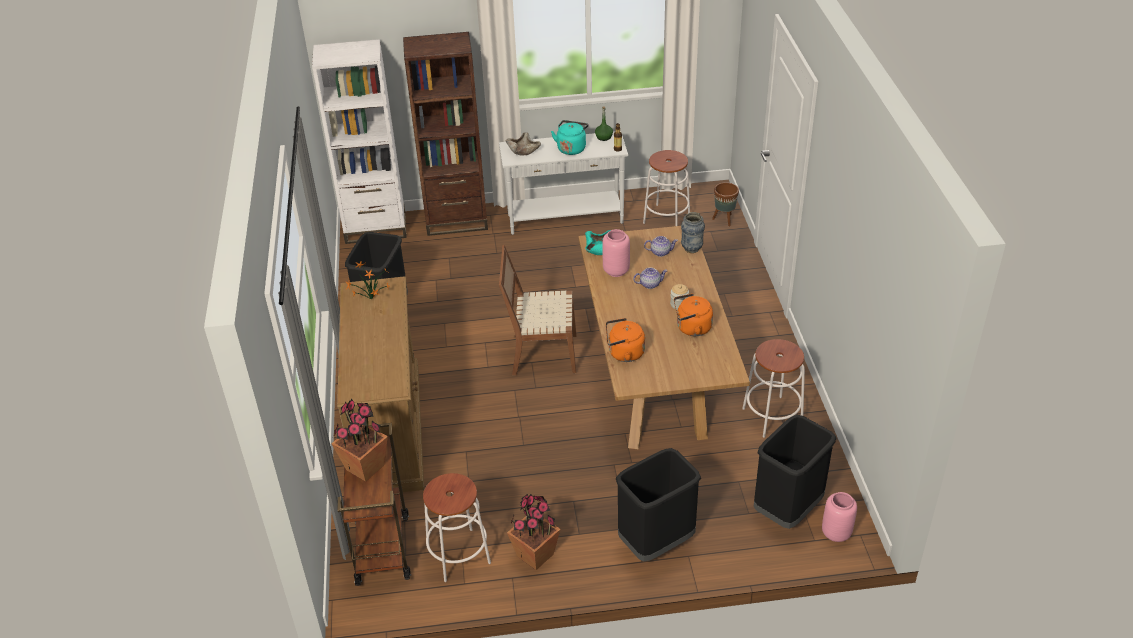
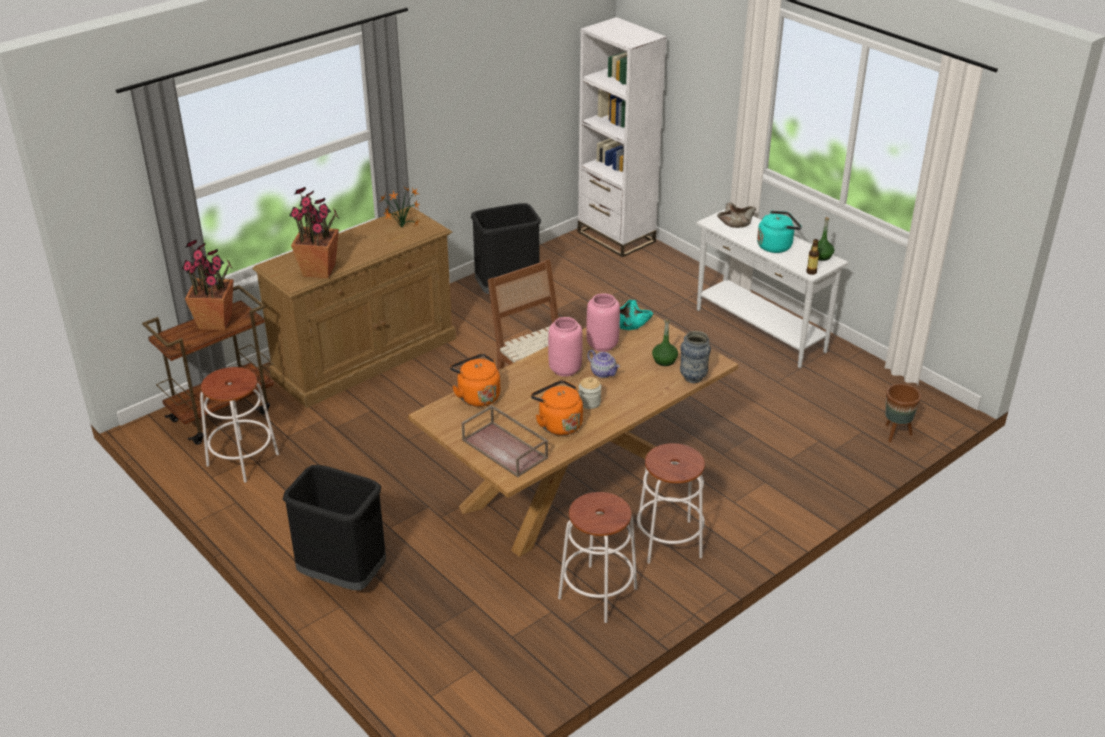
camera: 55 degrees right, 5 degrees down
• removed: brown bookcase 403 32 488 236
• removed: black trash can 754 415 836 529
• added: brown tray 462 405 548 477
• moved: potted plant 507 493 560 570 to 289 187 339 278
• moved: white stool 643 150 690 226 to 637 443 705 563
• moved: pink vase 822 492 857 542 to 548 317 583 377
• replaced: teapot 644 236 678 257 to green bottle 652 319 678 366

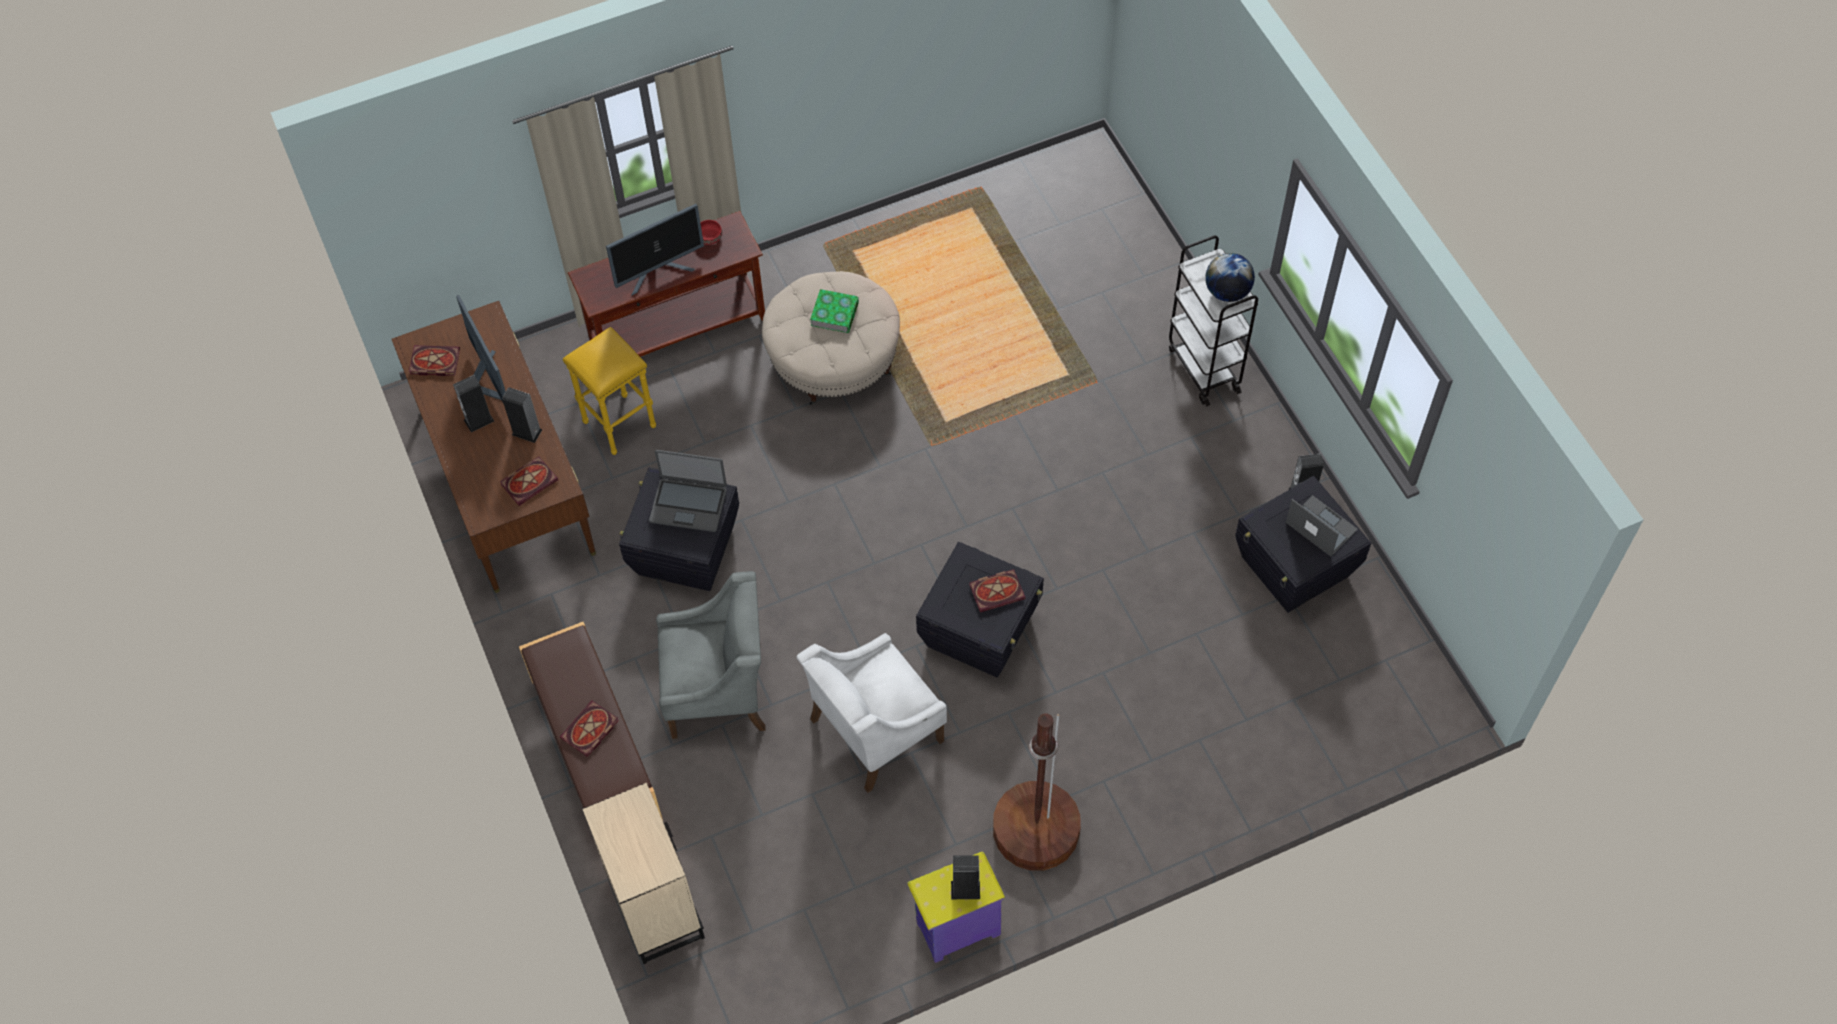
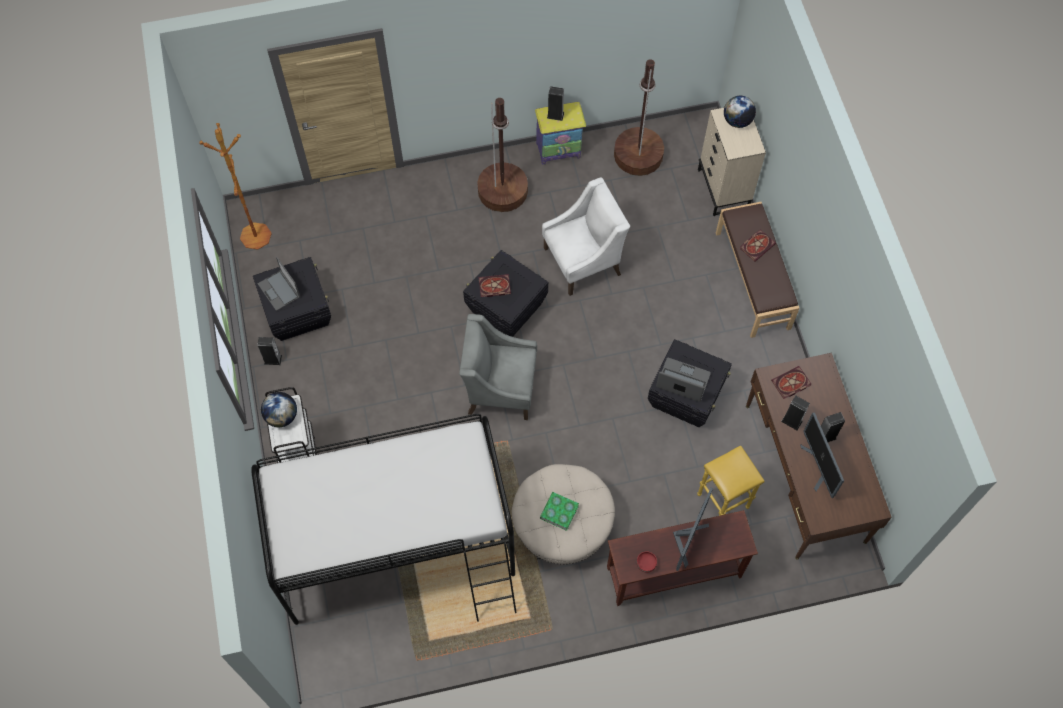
camera: 170 degrees left, 5 degrees up
• removed: book 409 345 460 376
• added: orange clothes rack 199 123 272 250
• added: black bed 251 414 517 625
• added: brown floor lamp 614 59 664 176
• added: globe 724 96 756 128
• moved: grey armchair 656 571 766 739 to 459 314 537 420
• turned: monitor 606 204 704 295 = 673 488 713 571 135 degrees clockwise

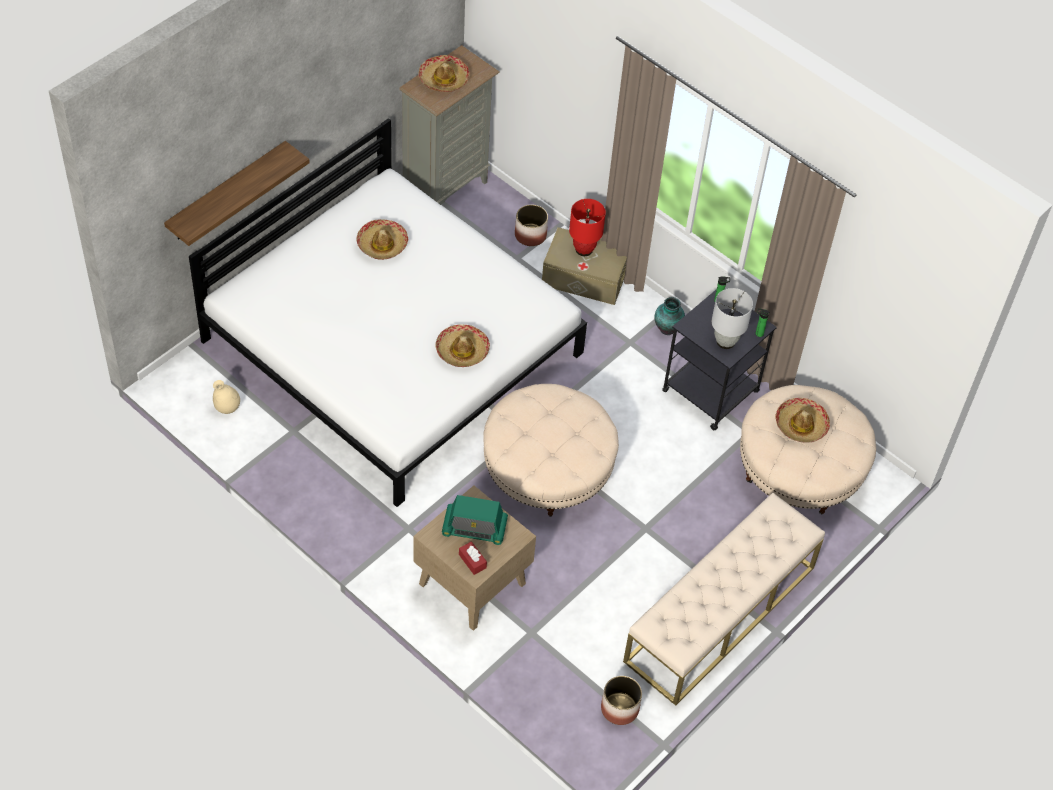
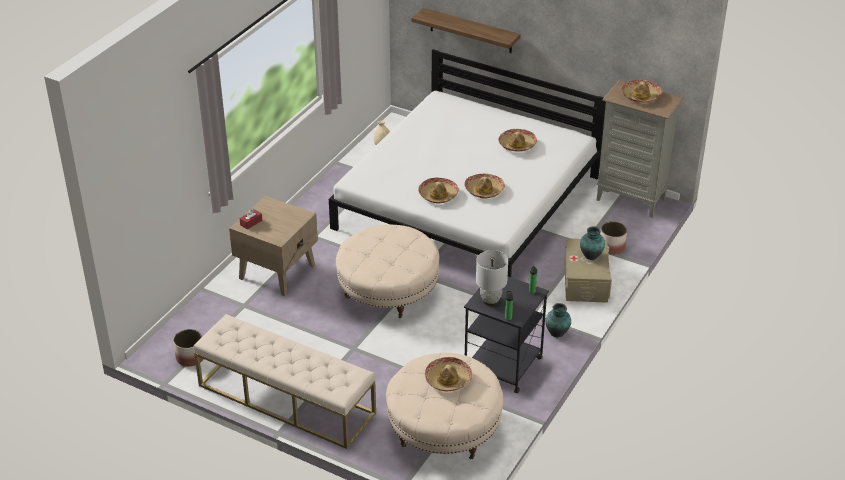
camera: 80 degrees right, 15 degrees down
• removed: radio 442 495 508 545
• added: hat 465 174 505 199
• replaced: red table lamp 569 199 606 256 to vase 580 226 605 260

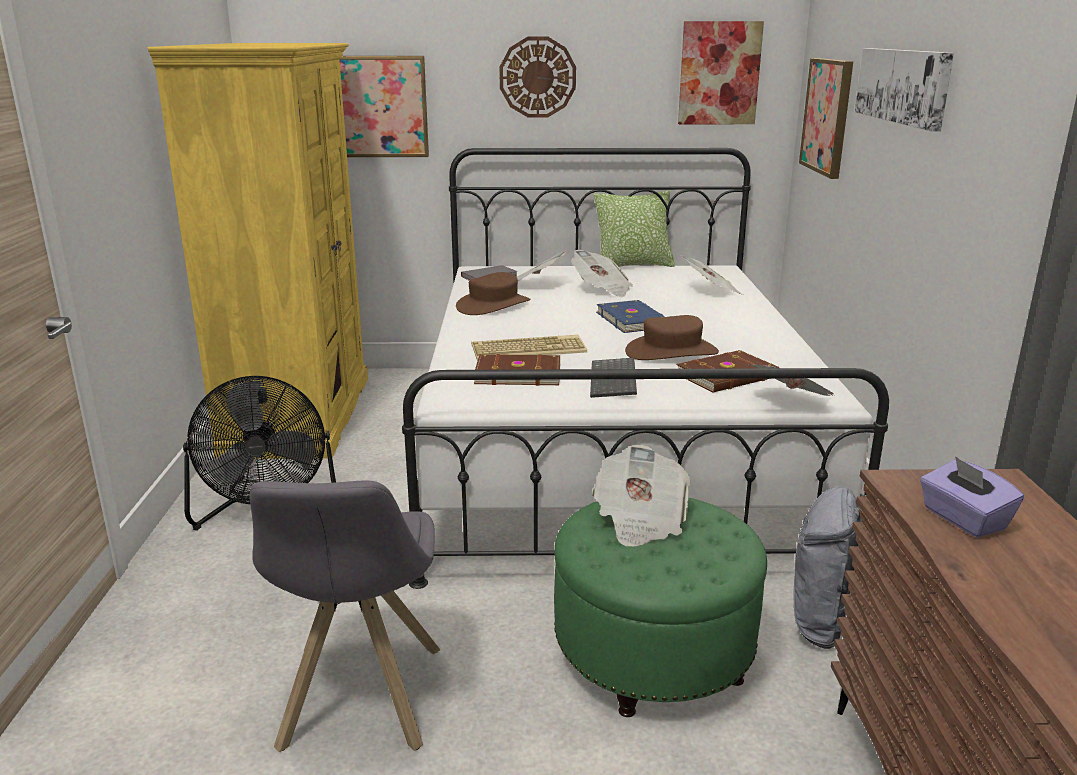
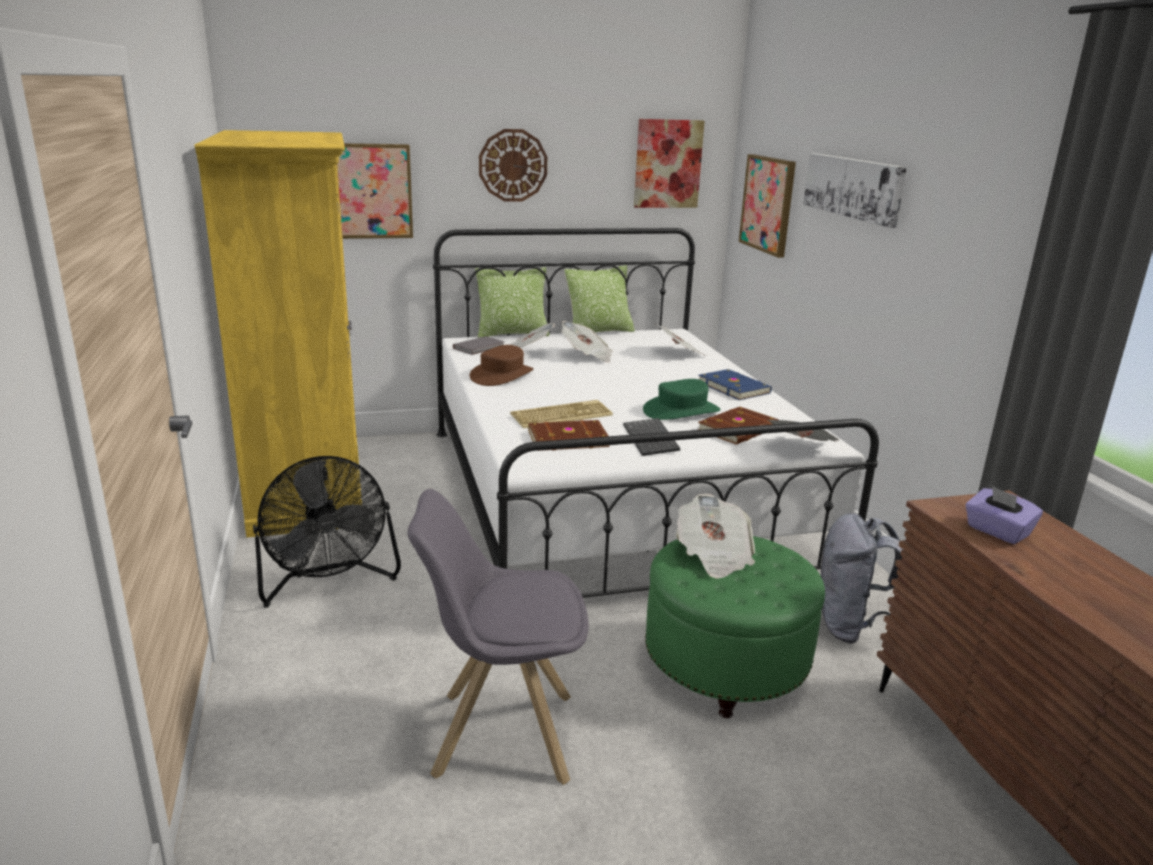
camera: 15 degrees left, 0 degrees up
• added: pillow 475 267 550 338
• moved: blue book 596 300 665 333 to 698 369 772 400
• recoloured: brown hat 625 315 719 360 to green hat 643 379 720 420
• turned: grey chair 250 481 440 752 = 408 489 589 785 105 degrees clockwise

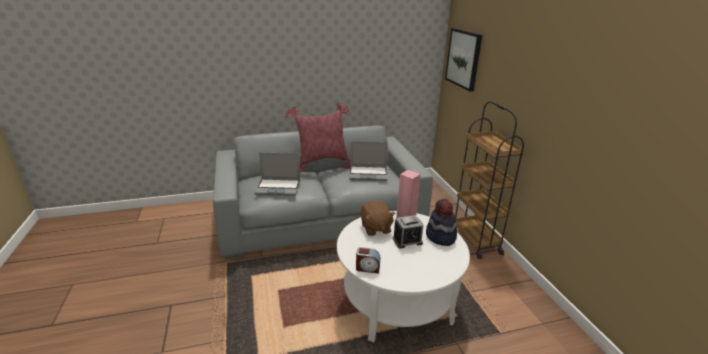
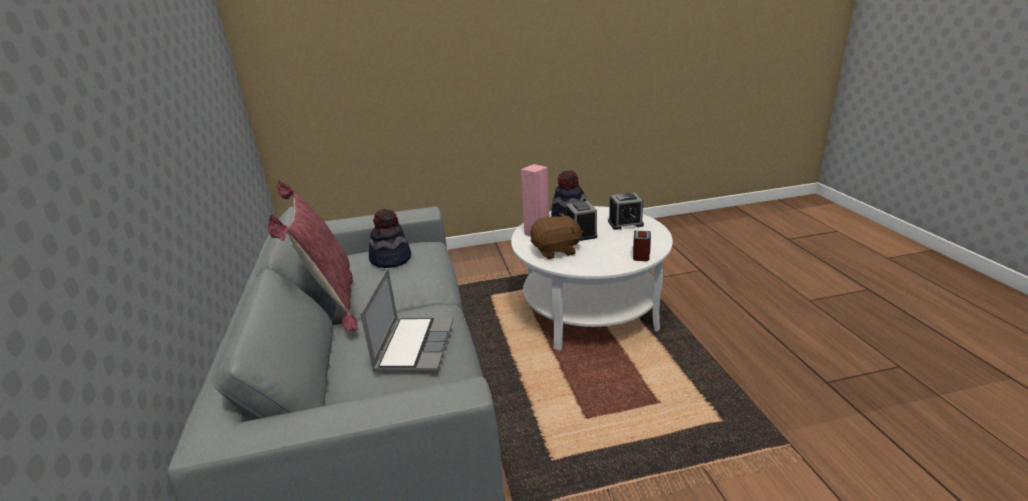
camera: 85 degrees left, 0 degrees up
• removed: picture 445 28 482 92
• removed: brown cart 455 101 525 259
• added: alarm clock 608 193 644 230
• replaced: laptop 349 141 388 181 to hat 369 209 411 268

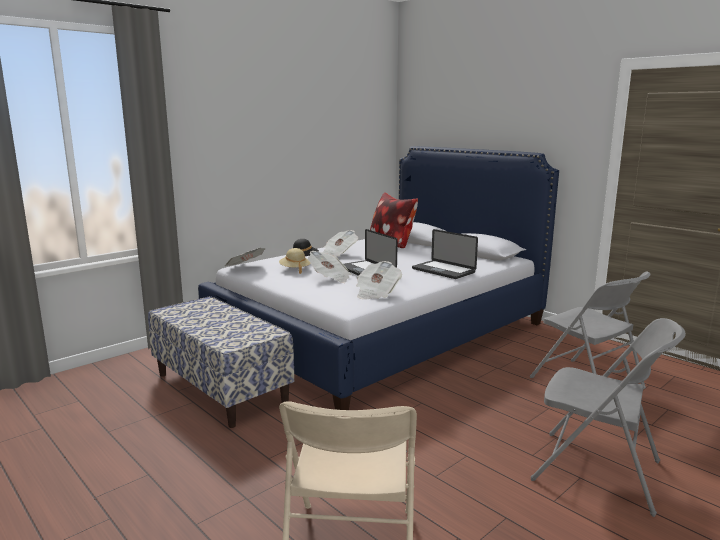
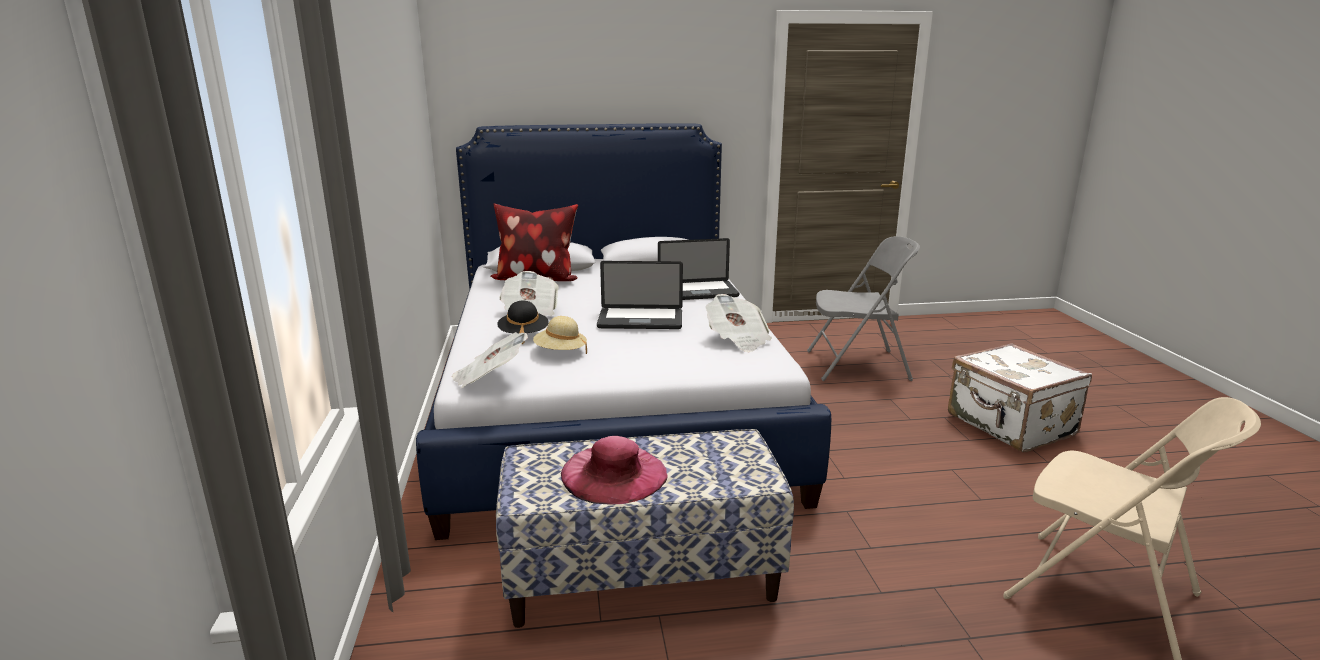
camera: 55 degrees left, 5 degrees up
• removed: newspaper 308 251 351 283
• added: pink hat 561 436 668 505
• replaced: grey chair 531 318 686 517 to white suitcase 948 343 1092 452

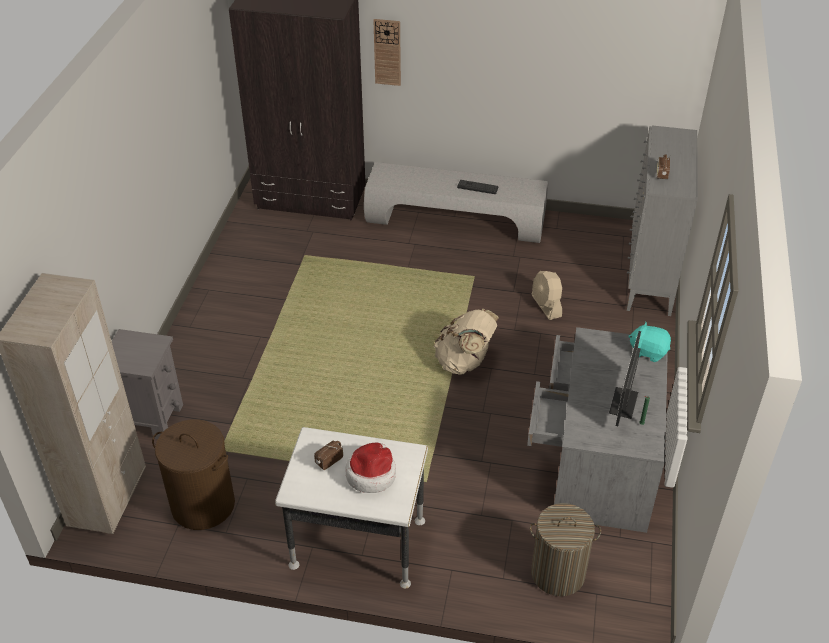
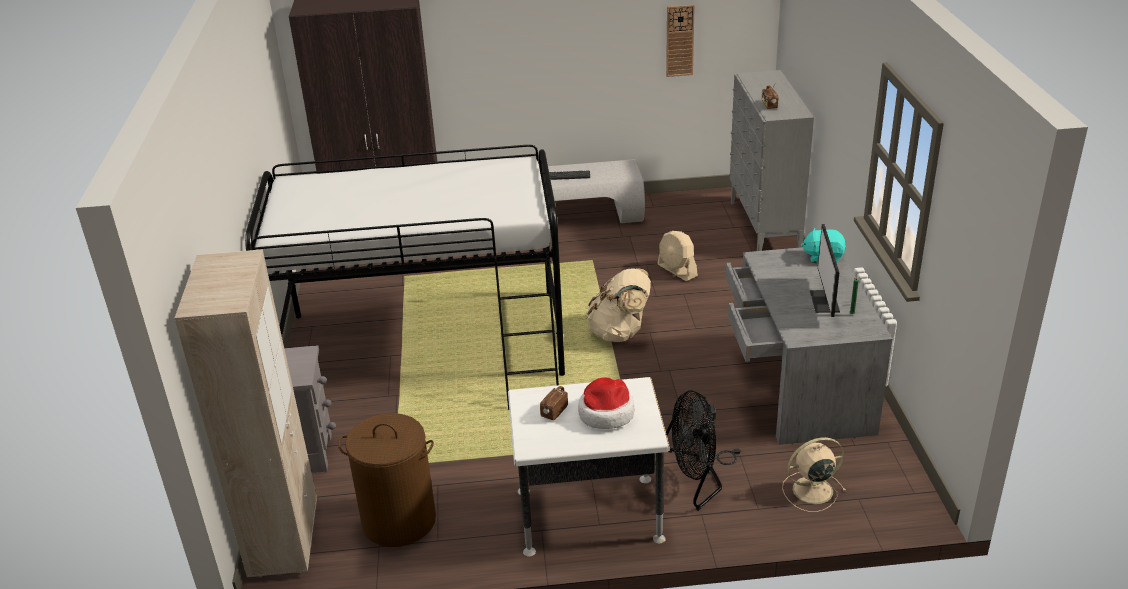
camera: 15 degrees left, 10 degrees down
• added: black bed 245 145 565 410
• added: black fan 666 390 741 511
• moved: wall clock 373 19 401 86 to 666 5 695 77
• replaced: laundry basket 530 503 601 596 to beige fan 782 437 846 512

